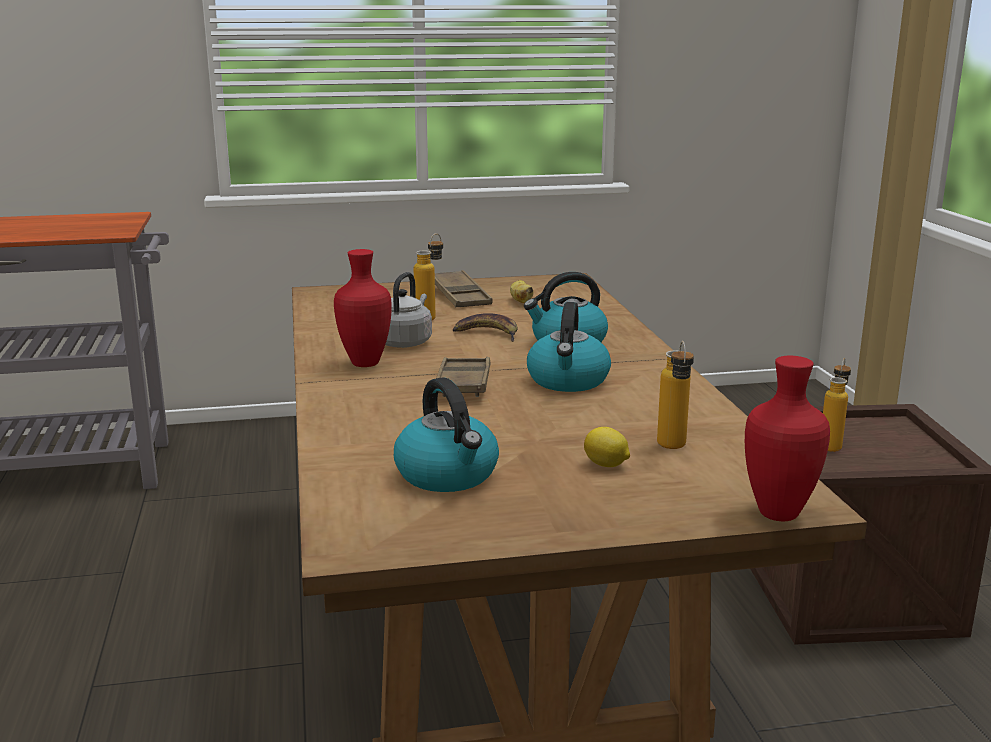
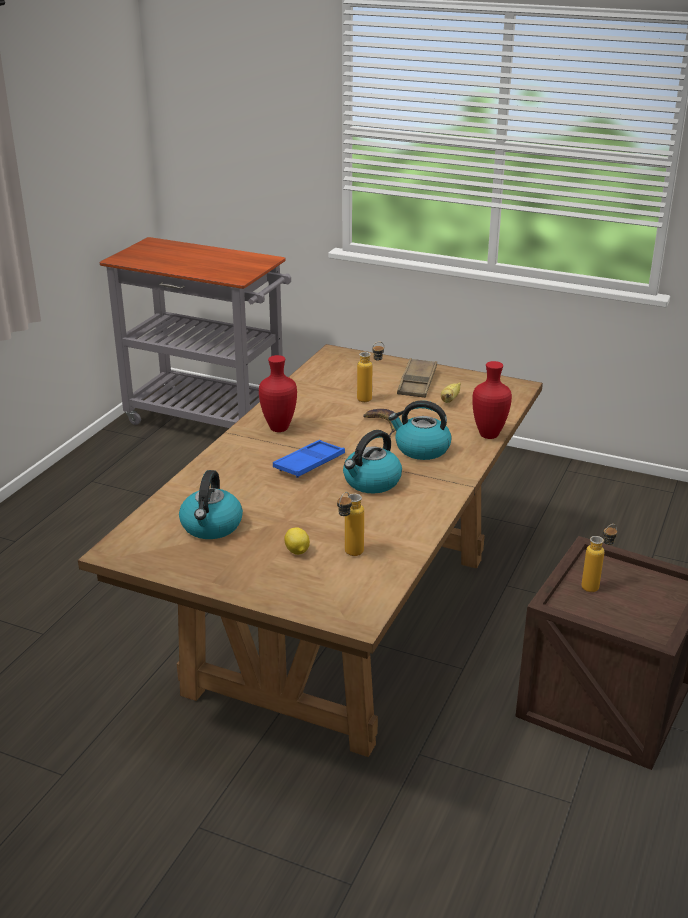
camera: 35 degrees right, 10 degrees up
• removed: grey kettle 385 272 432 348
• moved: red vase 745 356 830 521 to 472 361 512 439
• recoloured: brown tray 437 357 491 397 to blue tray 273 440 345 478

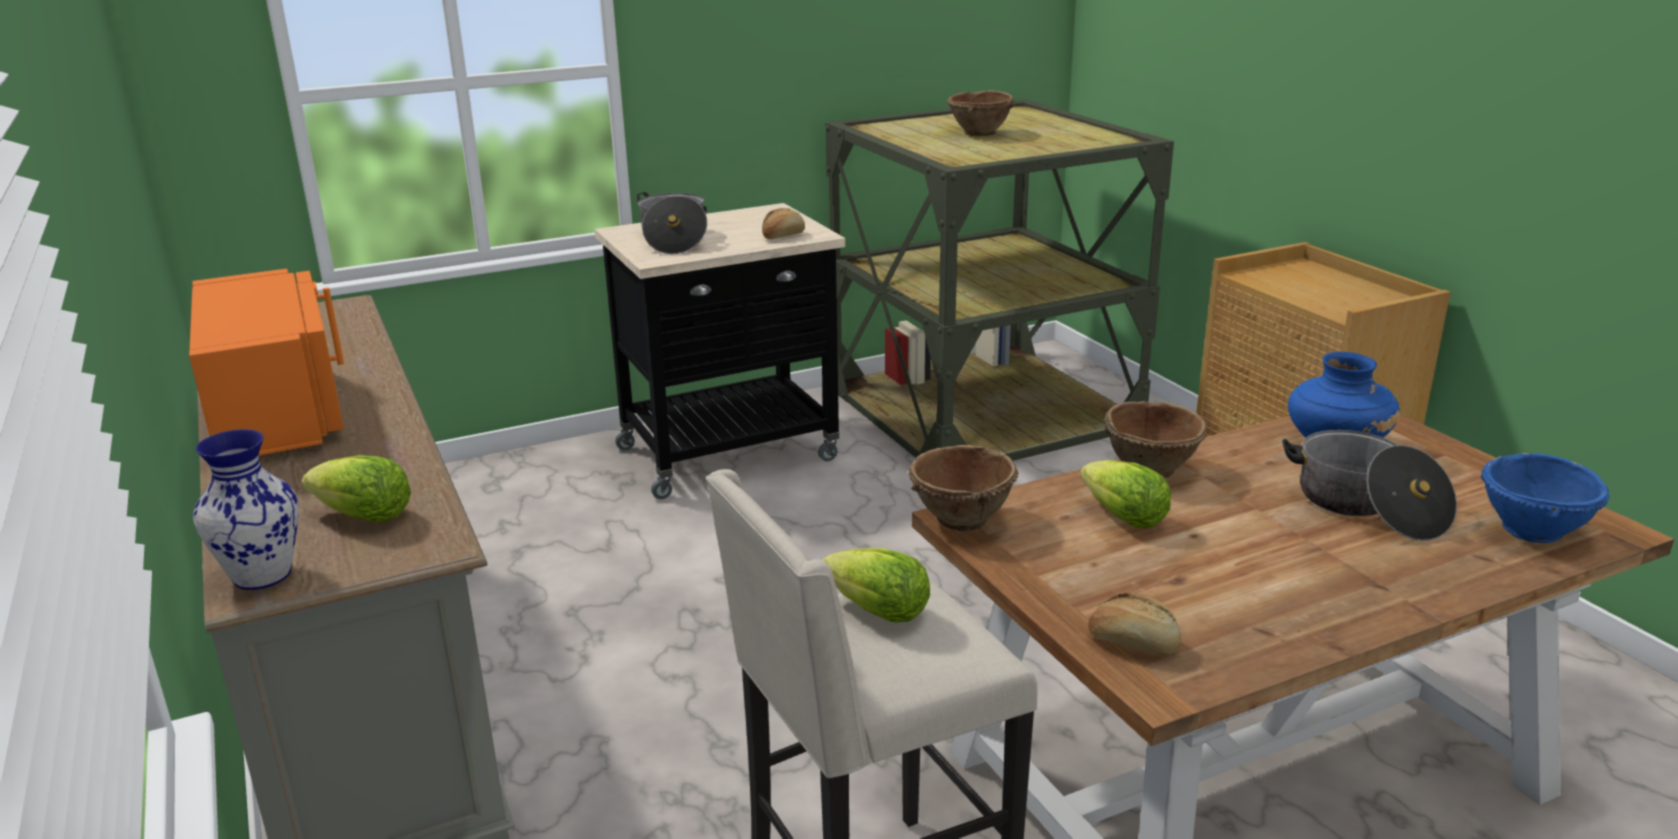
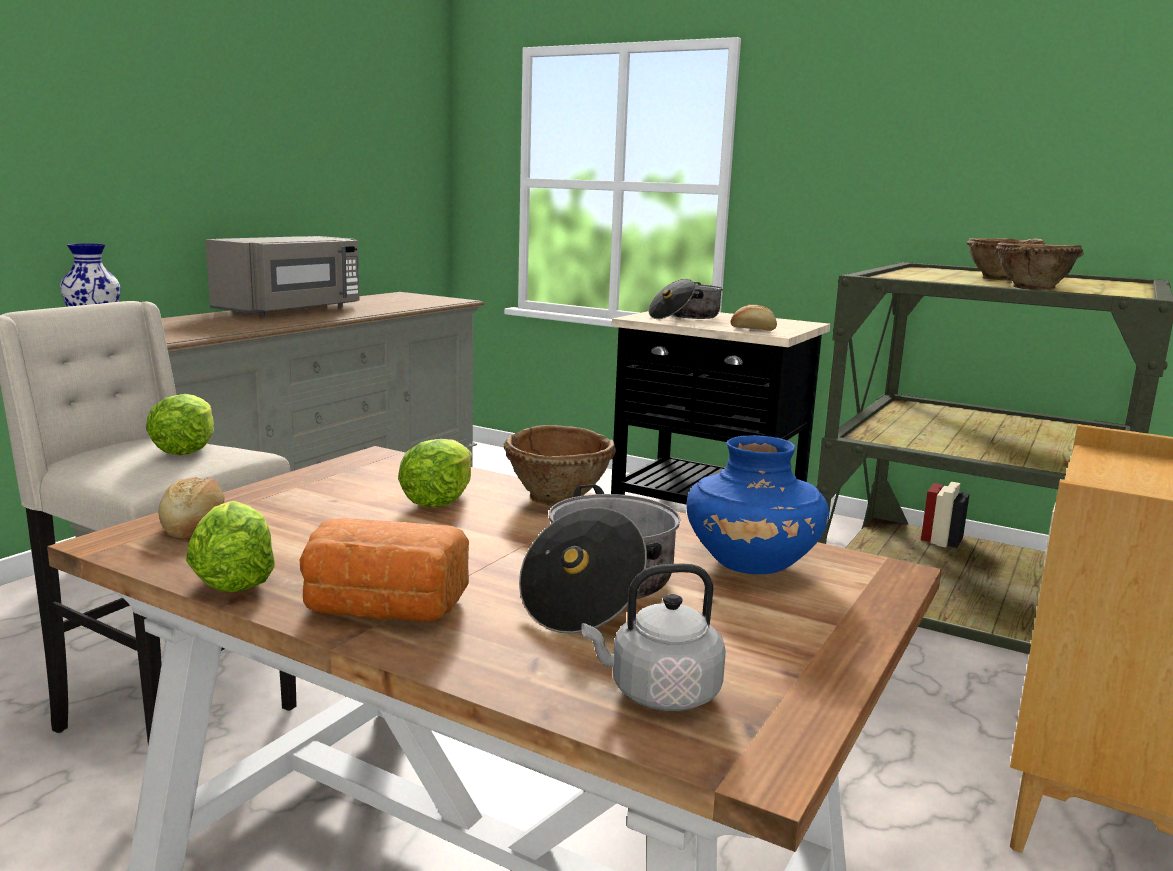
camera: 55 degrees right, 10 degrees down
• added: bread 299 518 469 621
• moved: lettuce 302 455 411 523 to 186 501 275 592
• moved: brown bowl 909 445 1019 531 to 995 242 1084 290
• replaced: blue bowl 1481 453 1610 543 to grey kettle 581 563 726 711
• recoloured: orange microwave 189 269 344 455 to grey microwave 206 236 359 317

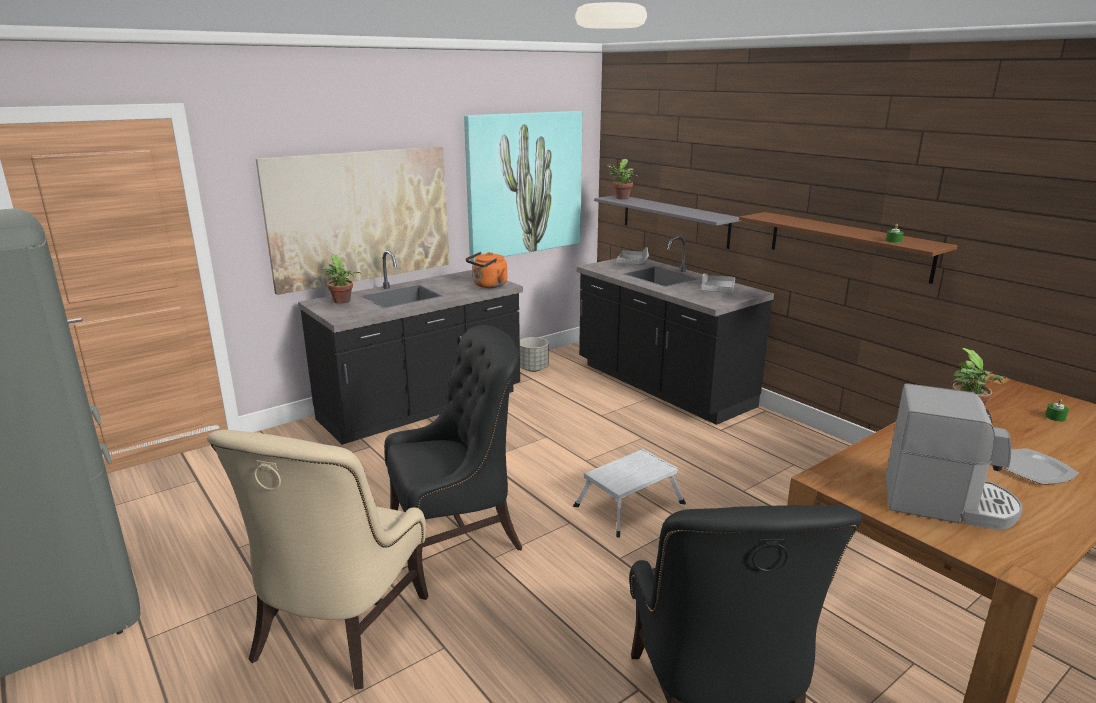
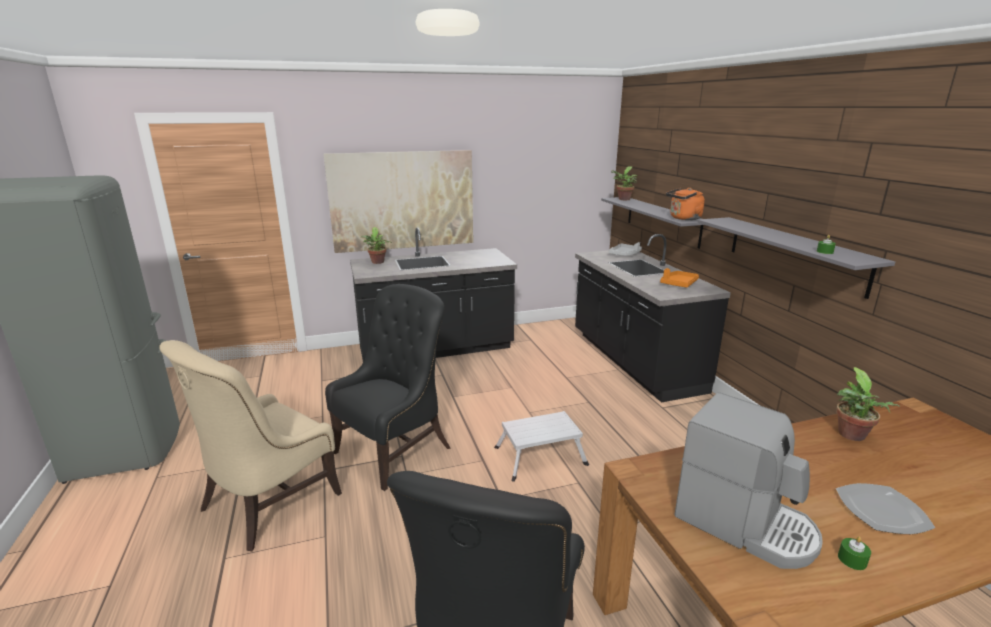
camera: 20 degrees right, 0 degrees up
• removed: picture 464 111 583 262
• removed: grey planter 520 337 549 372
• moved: orange kettle 466 252 507 288 to 666 188 705 220
• moved: green candle 1045 399 1069 422 to 838 536 871 570
• recoloured: grey tray 701 274 735 293 to orange tray 660 268 699 288
• recoloured: brown shelf 739 212 958 284 to grey shelf 697 217 895 299
• turned: black chair 384 325 522 551 = 325 284 451 491 45 degrees counterclockwise

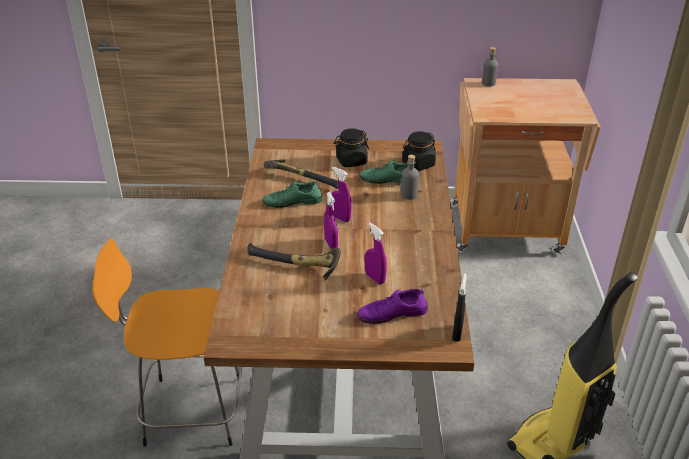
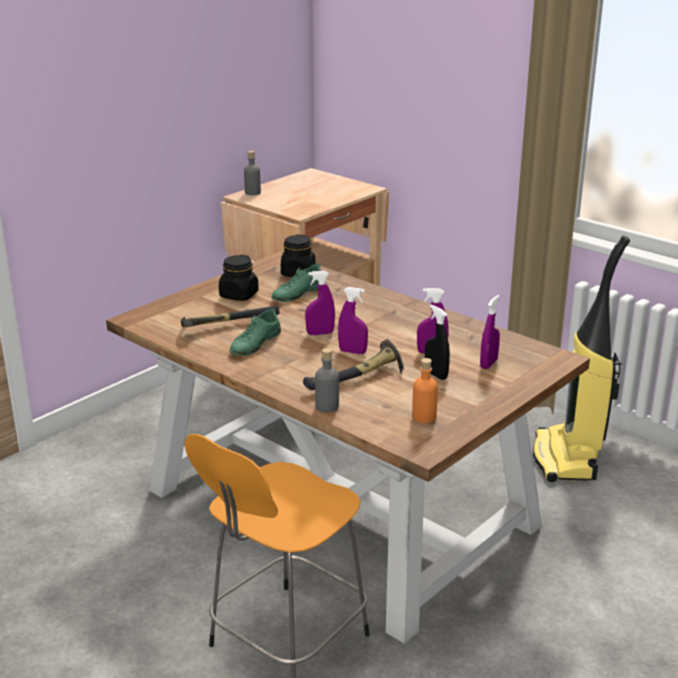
camera: 50 degrees left, 10 degrees down
• added: orange bottle 412 358 438 423
• moved: grey bottle 401 155 419 200 to 315 348 339 413
• moved: black spray bottle 452 273 467 342 to 425 305 450 380
• replaced: purple shoe 357 289 428 324 to purple spray bottle 480 295 500 369

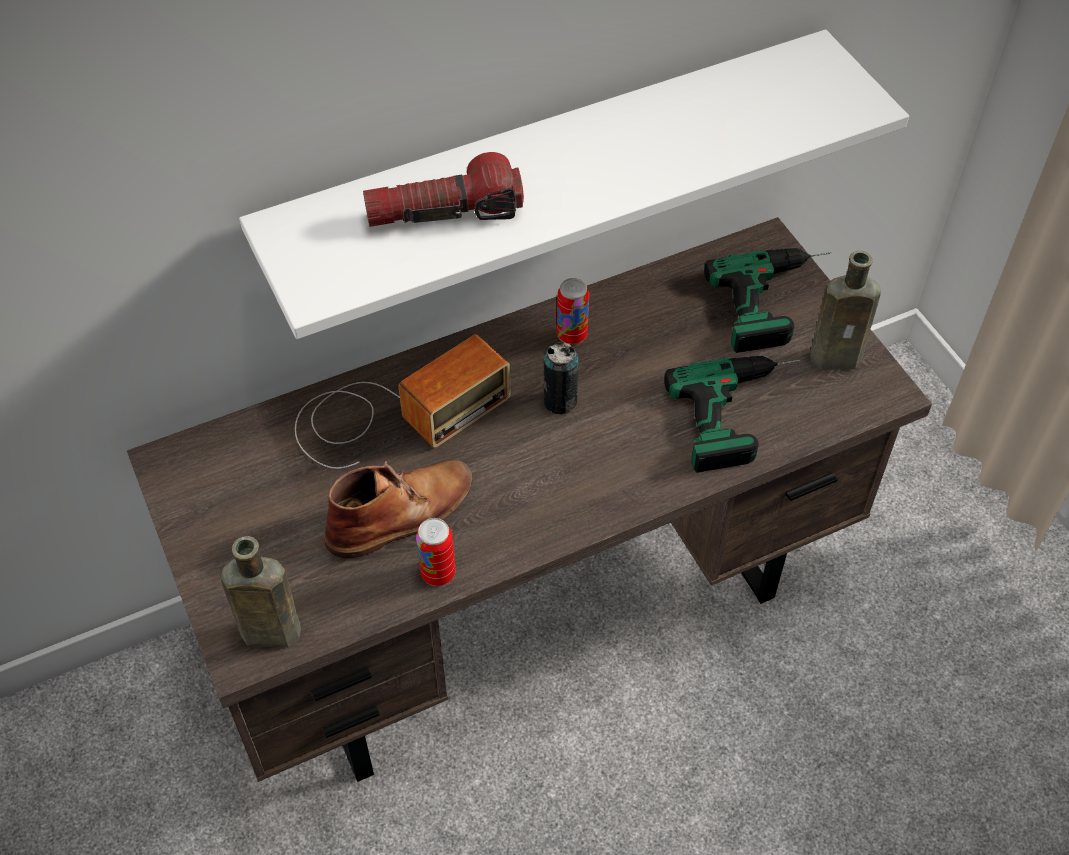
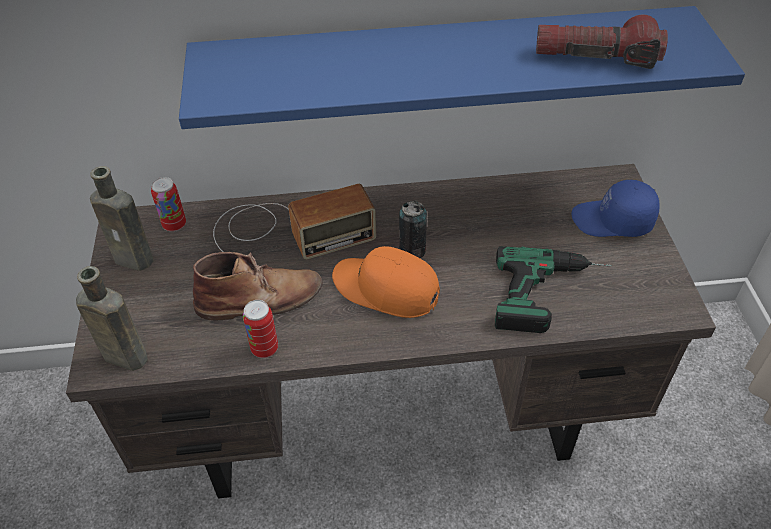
camera: 20 degrees right, 5 degrees down
• added: orange cap 332 246 440 318
• moved: flashlight 363 152 524 227 to 536 15 668 69
• moved: can 557 278 589 345 to 151 177 186 232
• moved: brown bottle 810 251 881 370 to 90 166 154 271
• replaced: power drill 704 248 832 353 to blue cap 572 180 659 237
• recoloured: white shelf 239 29 909 339 to blue shelf 179 6 745 129

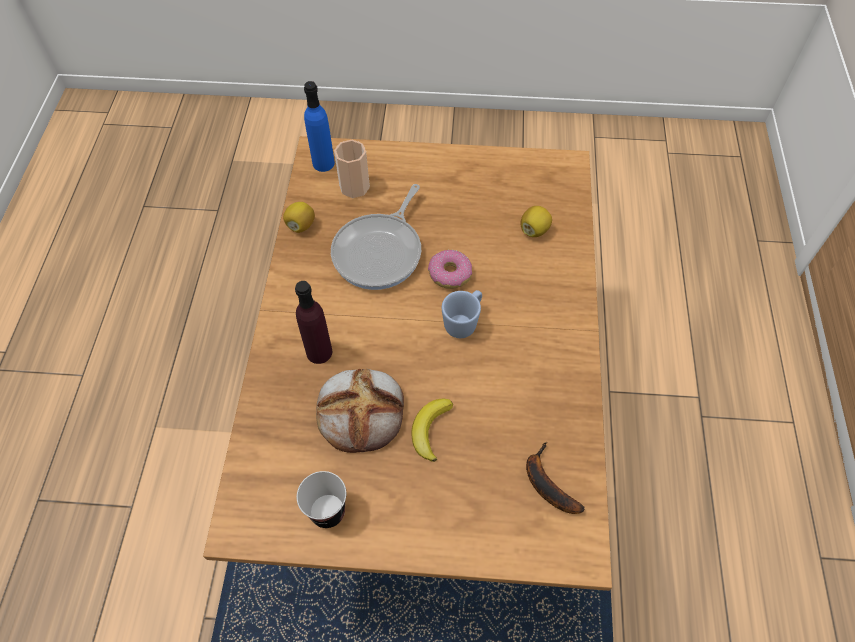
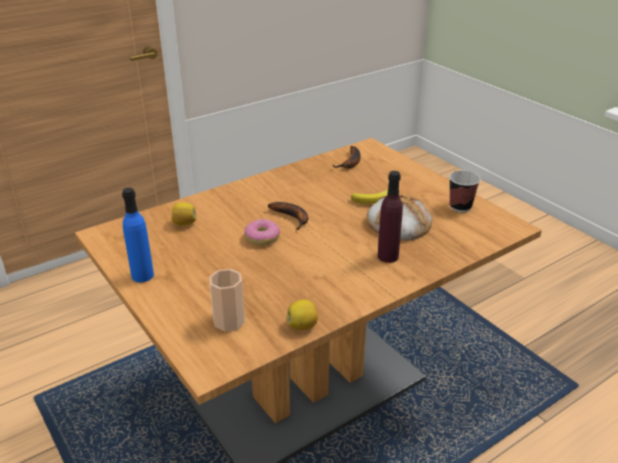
camera: 130 degrees left, 25 degrees down
• removed: frying pan 331 184 421 290
• moved: blue bottle 304 81 335 172 to 122 188 154 282
• replaced: blue mug 442 290 482 338 to banana 268 202 308 230

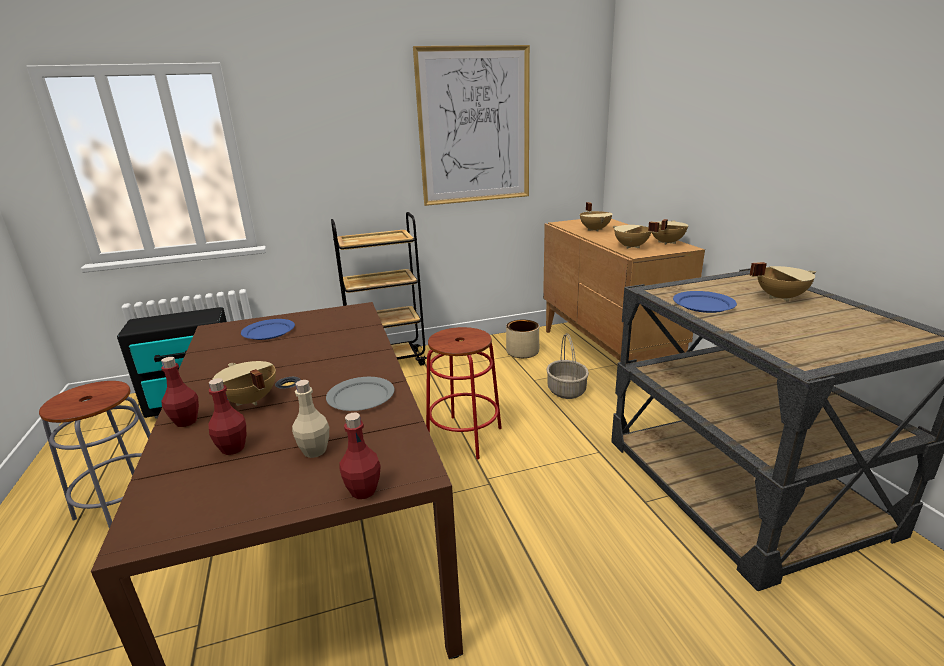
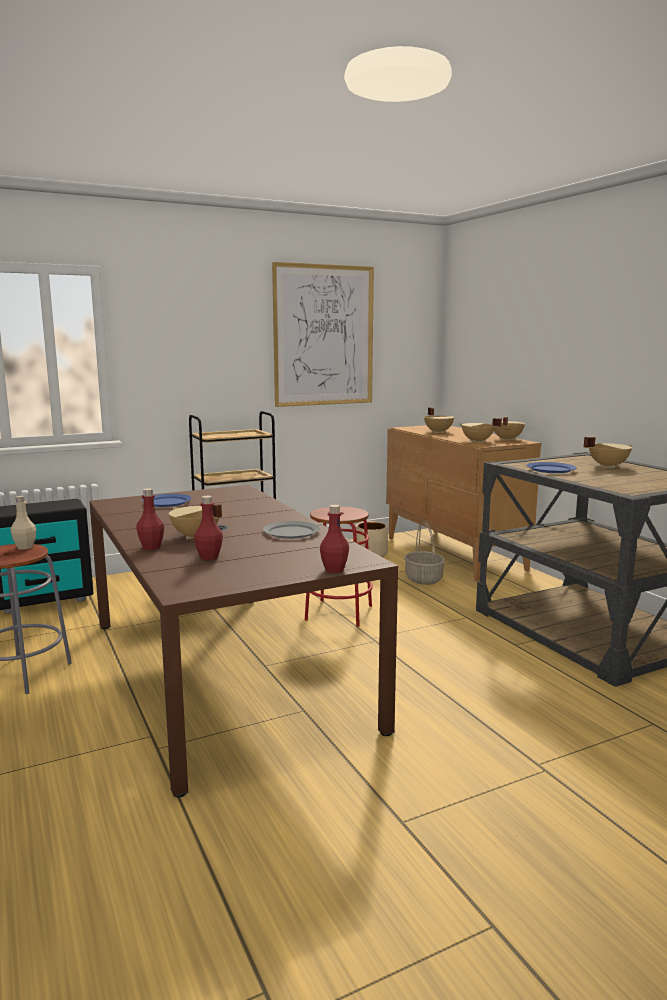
camera: 10 degrees left, 10 degrees down
• moved: beige bottle 292 380 329 458 to 10 496 36 550

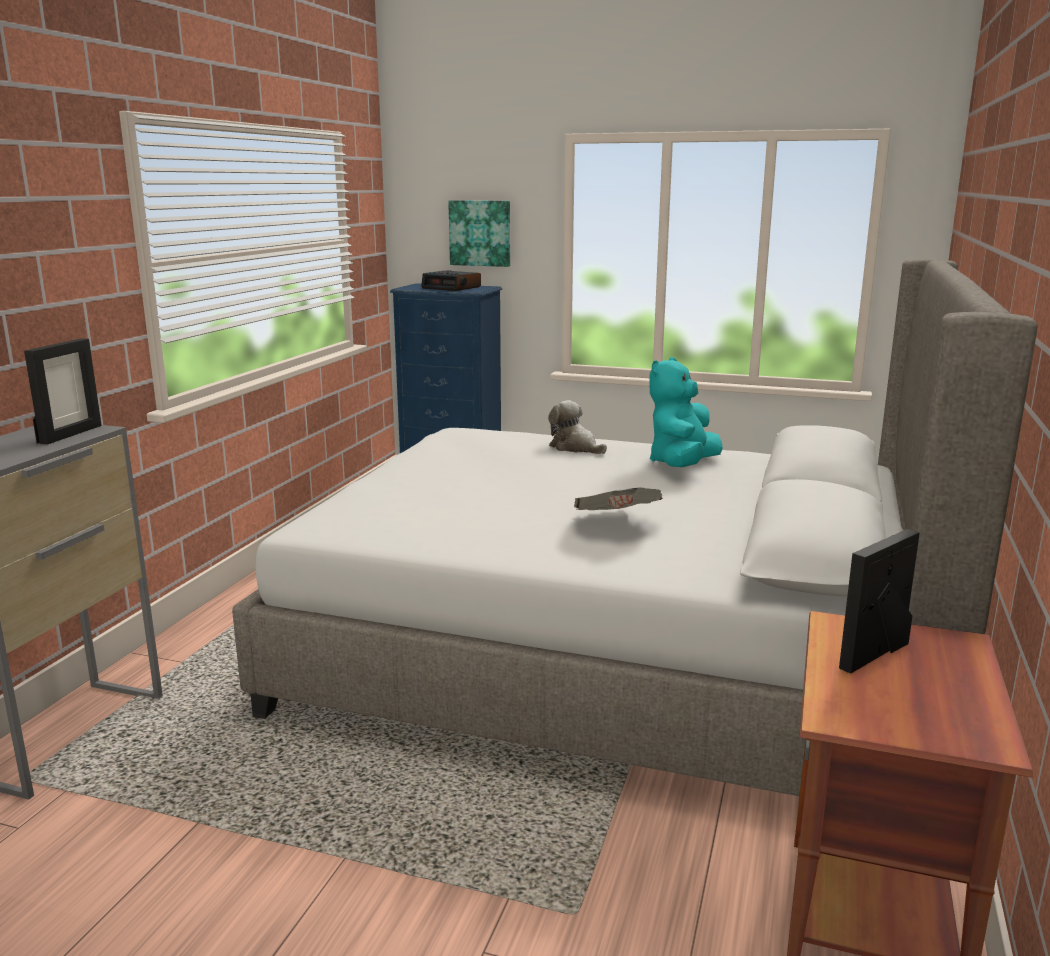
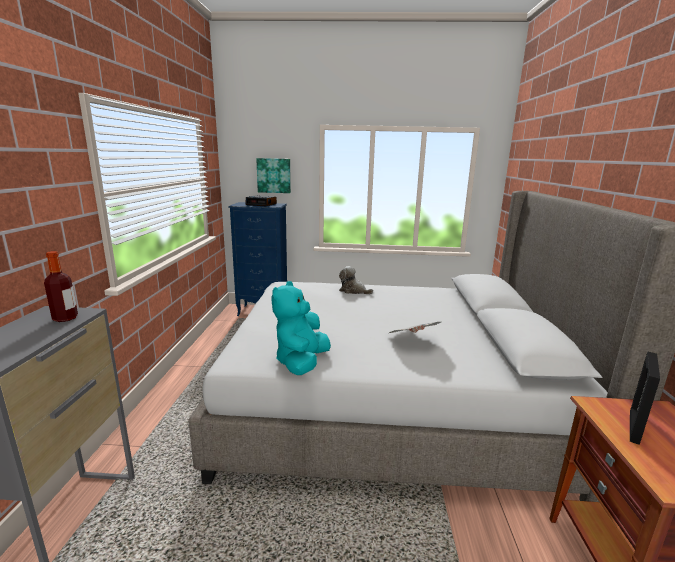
camera: 15 degrees left, 0 degrees up
• moved: turquoise plush toy 650 357 723 467 to 272 281 331 375
• replaced: picture frame 24 338 102 444 to bottle 44 251 78 322

